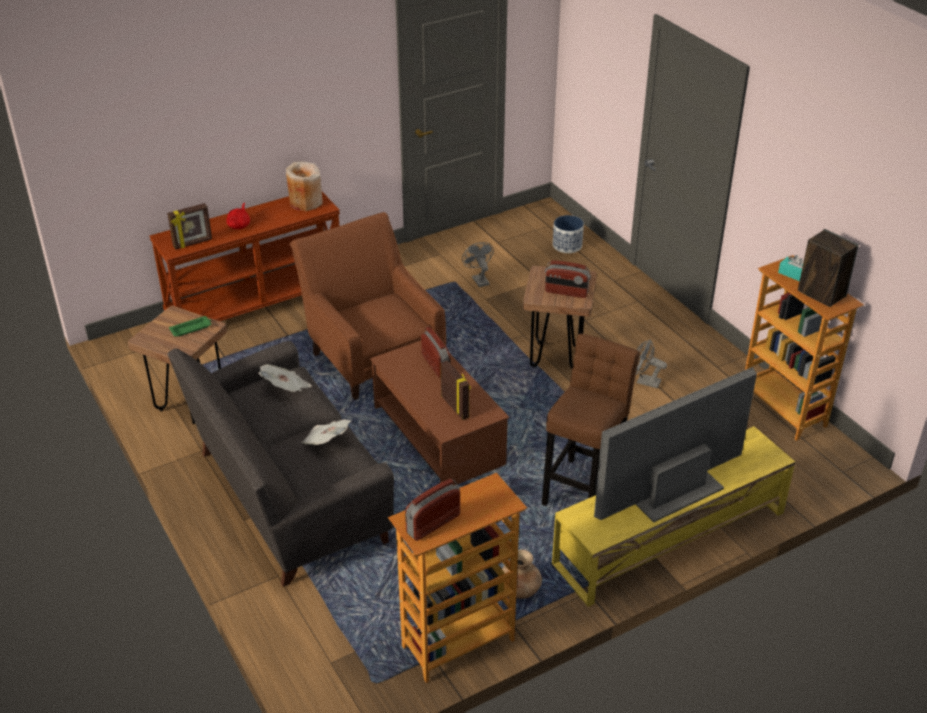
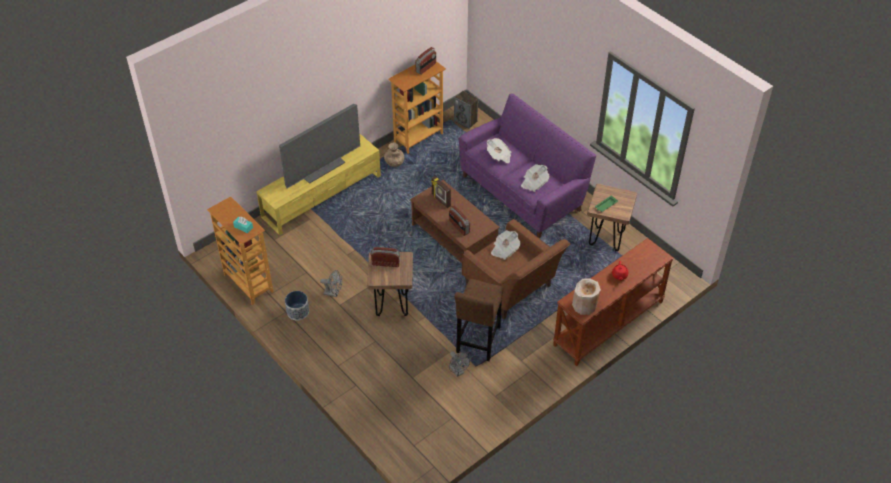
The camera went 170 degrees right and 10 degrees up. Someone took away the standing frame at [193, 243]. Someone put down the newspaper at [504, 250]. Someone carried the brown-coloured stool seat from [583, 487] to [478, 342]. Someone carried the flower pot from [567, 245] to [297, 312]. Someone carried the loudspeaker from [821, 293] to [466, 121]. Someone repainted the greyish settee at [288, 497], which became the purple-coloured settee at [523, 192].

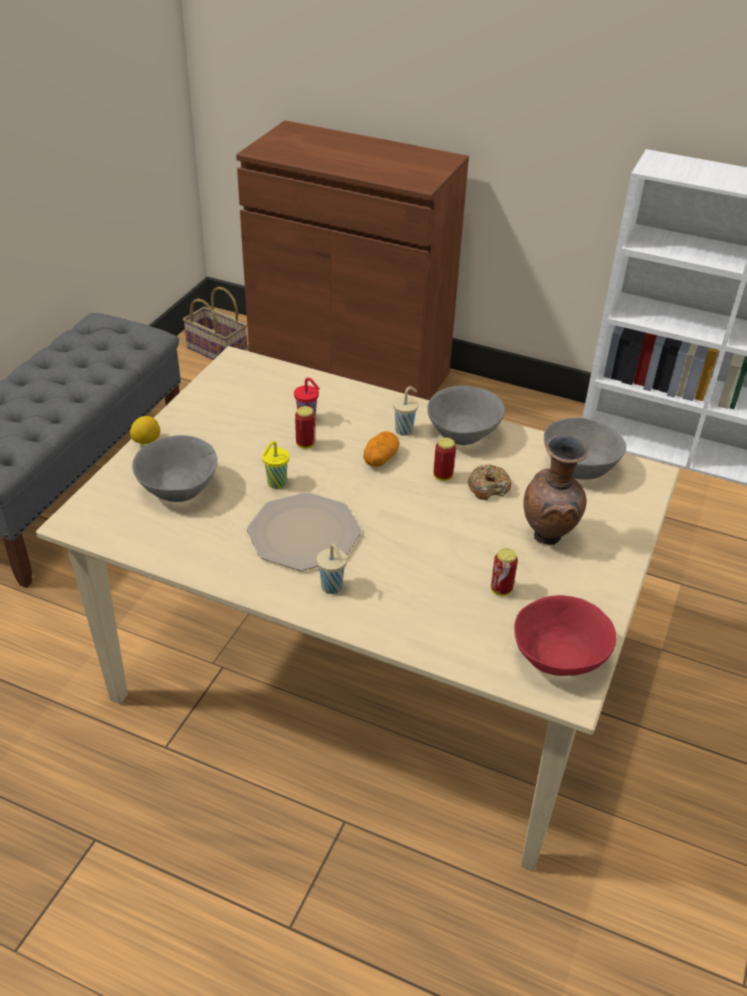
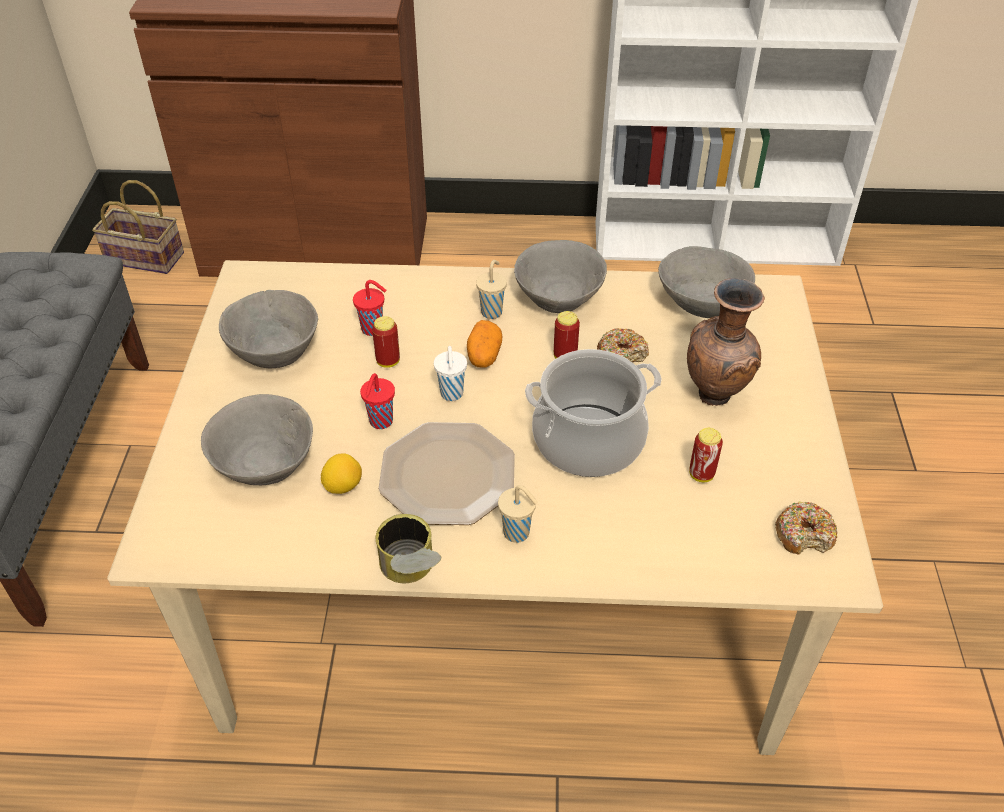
The camera went 20 degrees left and 5 degrees up. Someone put down the greyish serving bowl at [276, 352]. Someone put down the can at [410, 574]. Someone put down the white-coloured drinking cup at [451, 394]. Someone put down the cooking pot at [588, 440]. Someone carried the lemon from [146, 441] to [343, 486]. Someone swapped the red-coloured serving bowl at [559, 657] for the doughnut at [804, 535]. Someone repainted the yellow-coloured drinking cup at [276, 484], which became the red-coloured drinking cup at [380, 422].

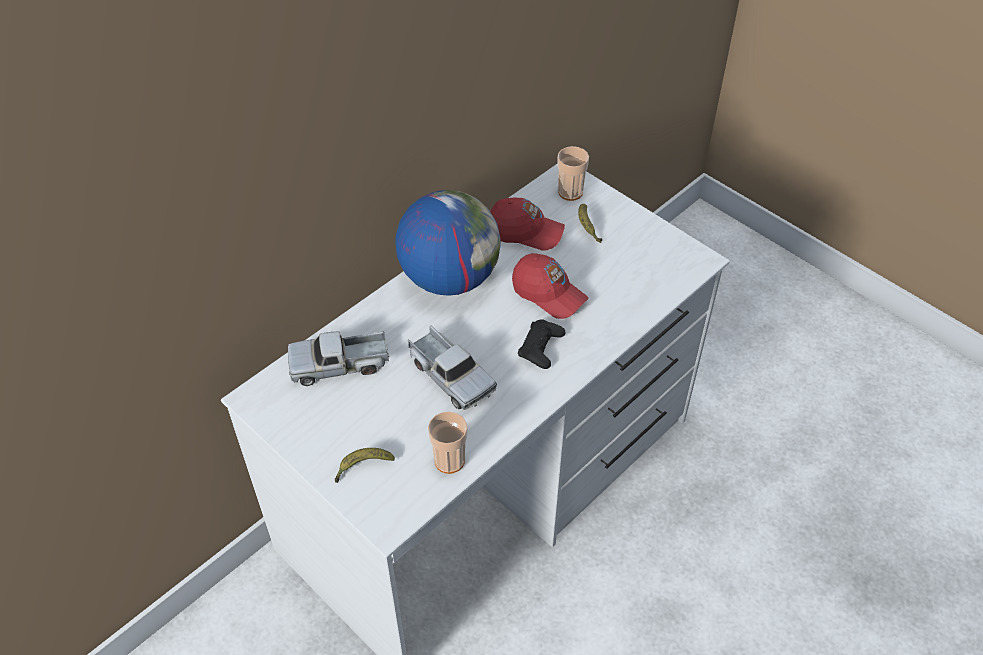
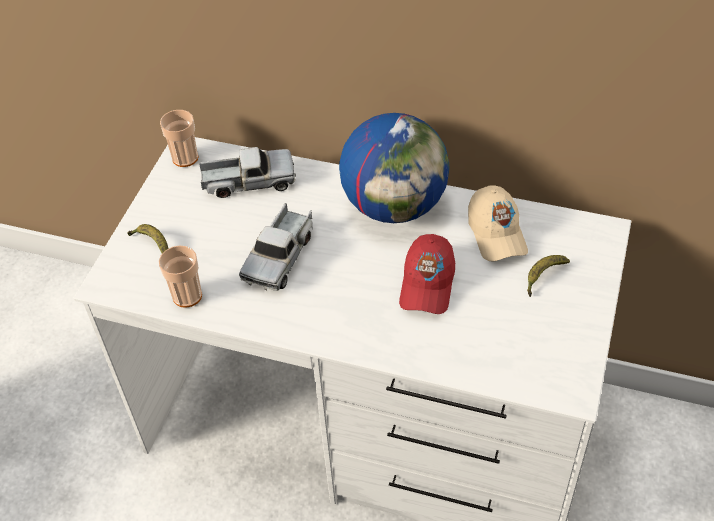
The camera went 65 degrees right and 0 degrees up. Someone took away the black game controller at [541, 347]. Someone carried the drinking cup from [570, 192] to [185, 158]. Someone repainted the red-coloured peaked cap at [525, 232], which became the beige-coloured peaked cap at [496, 233]. Someone rotated the toy lorry at [339, 364] by 120 degrees clockwise.

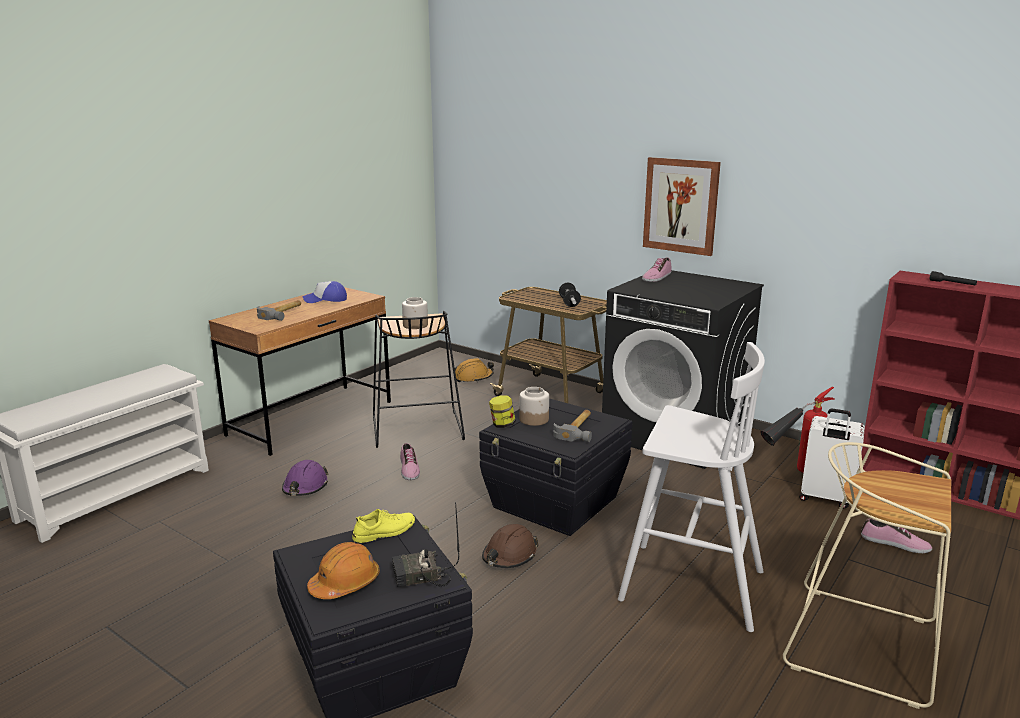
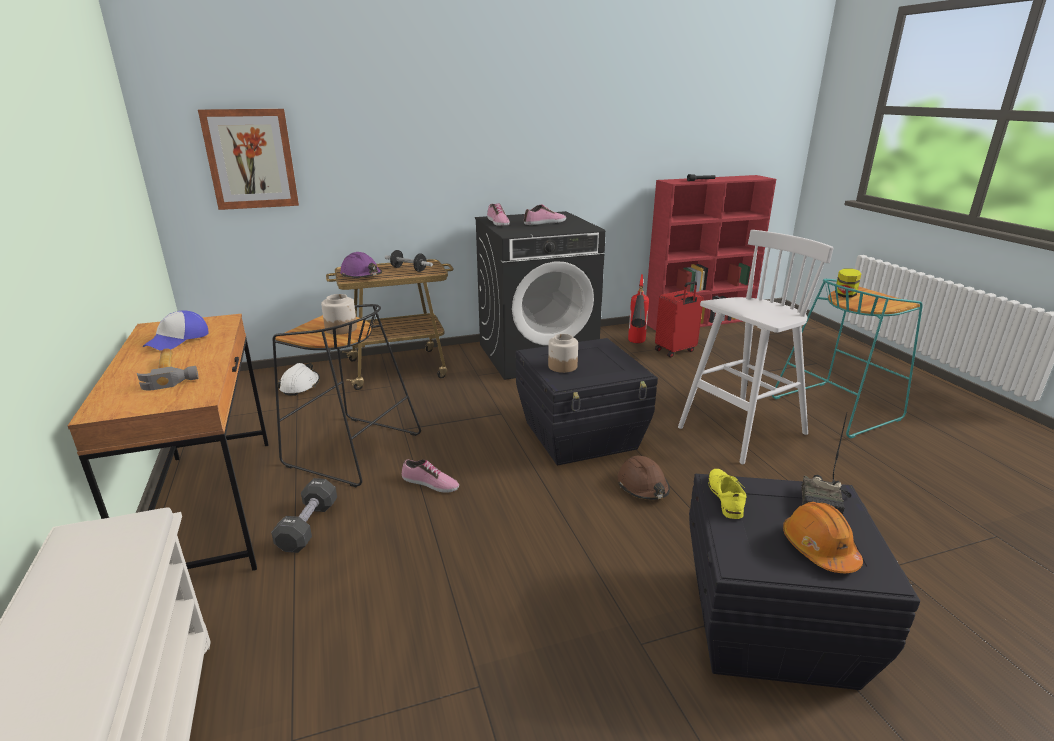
The camera went 55 degrees left and 5 degrees up. Someone took away the hammer at [579, 429]. Someone put down the black dumbbell at [308, 526]. Someone carried the purple-coloured work helmet from [305, 487] to [361, 275]. Someone carried the jar from [502, 425] to [845, 295]. Someone carried the picture from [681, 205] to [251, 159]. Someone carried the low shoe from [895, 544] to [545, 222]. Someone repainted the orangey work helmet at [473, 377], which became the white-coloured work helmet at [300, 386]. Someone repainted the beige-coloured stool seat at [864, 644], which became the turquoise-coloured stool seat at [836, 408]. Someone repainted the white-coloured suitcase at [825, 499], which became the red-coloured suitcase at [675, 351].

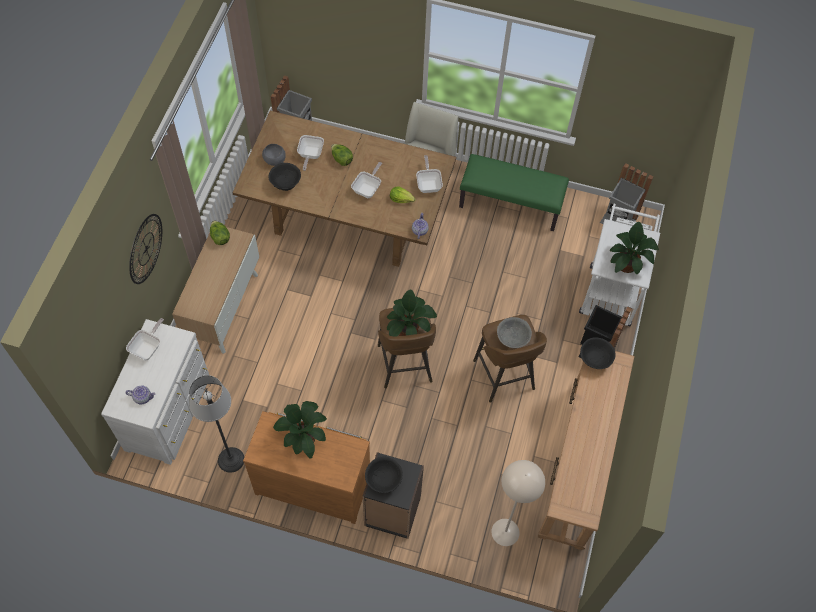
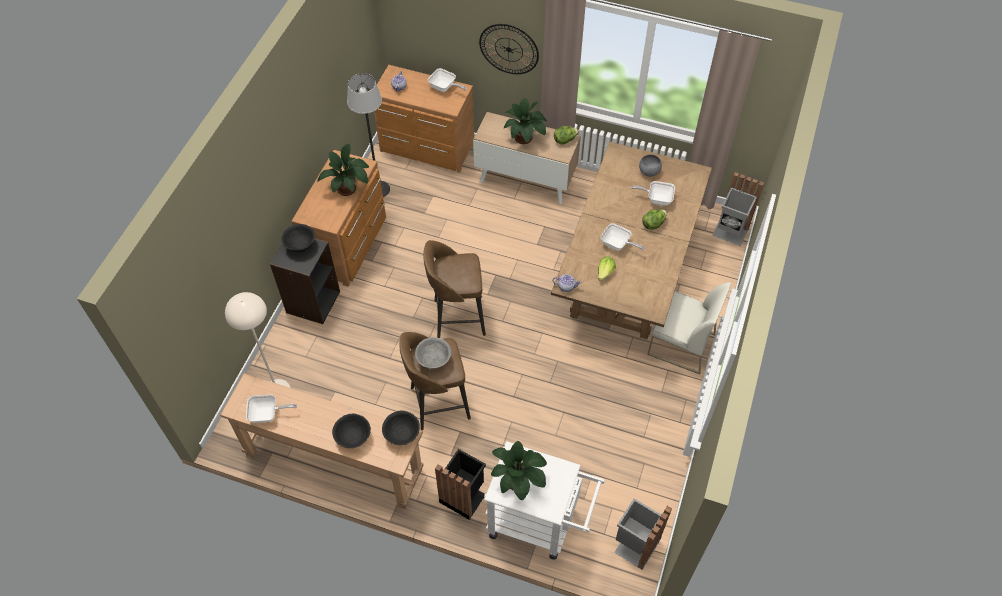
The camera went 95 degrees right and 5 degrees down. Someone took away the green indoor bench at [511, 204]. Someone carried the black serving bowl from [285, 184] to [353, 437]. Someone carried the plant in a pot from [409, 329] to [524, 138]. Someone carried the skillet from [428, 184] to [267, 414]. Someone repainted the white-coloured chest of drawers at [170, 412], which became the brown-coloured chest of drawers at [427, 149].

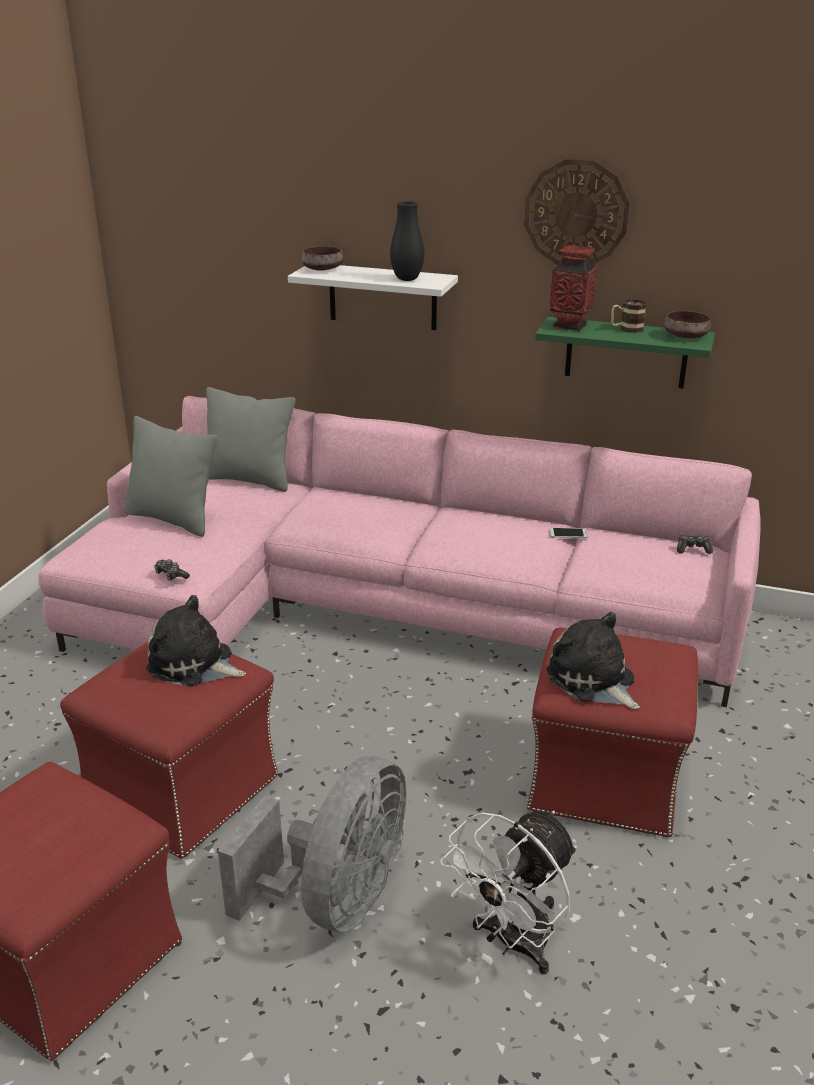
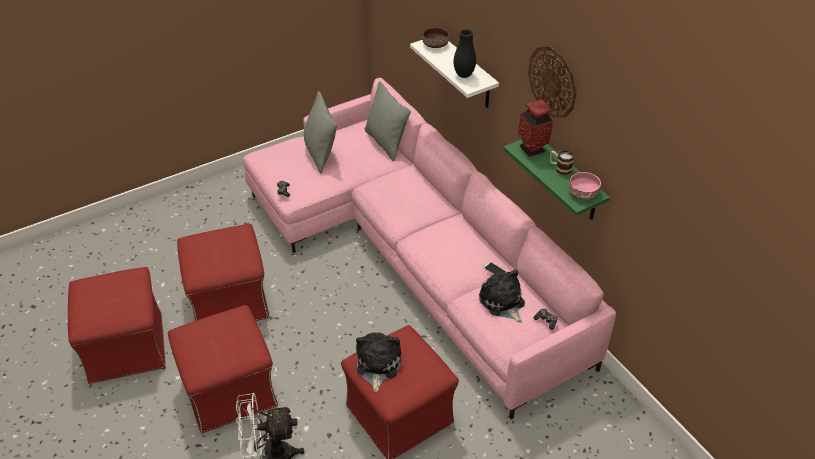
The camera went 40 degrees right and 15 degrees up. Someone carried the soft toy from [194, 665] to [502, 302]. Someone swapped the greyish cooling fan at [336, 900] for the red-coloured pouffe at [230, 390]. Someone repainted the brown-coloured serving bowl at [686, 336], which became the pink-coloured serving bowl at [584, 192].

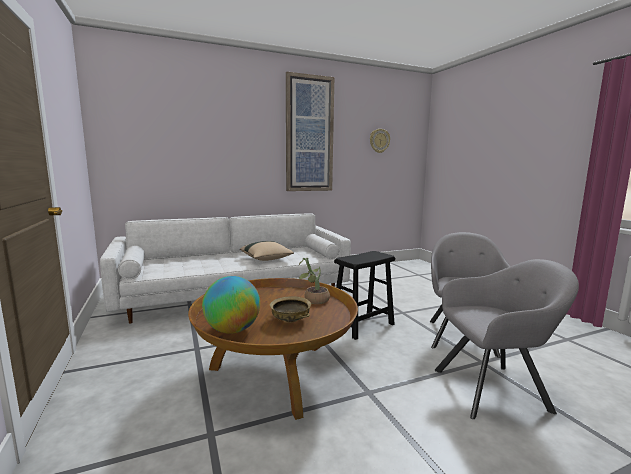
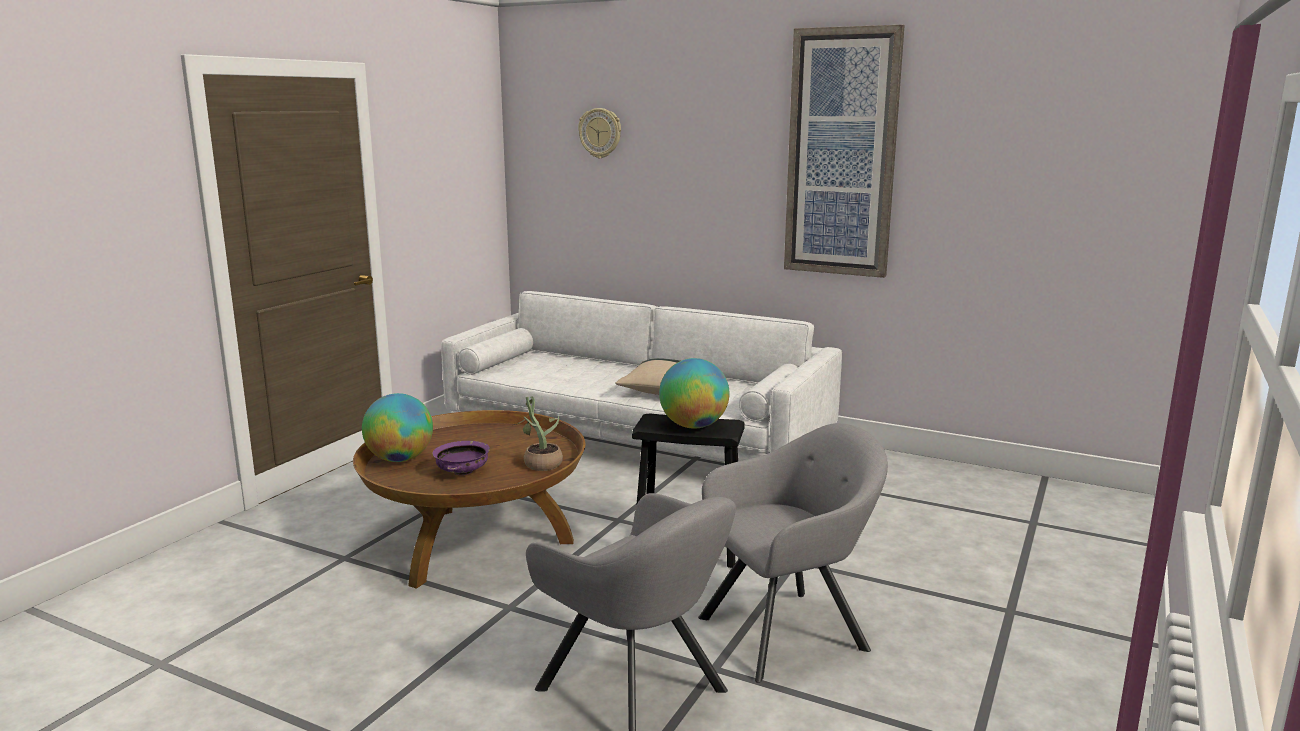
The camera went 50 degrees right and 5 degrees up. Someone put down the desk globe at [693, 426]. Someone carried the wall clock from [379, 141] to [600, 133]. Someone repainted the beige-coloured serving bowl at [290, 320], which became the purple-coloured serving bowl at [462, 472].

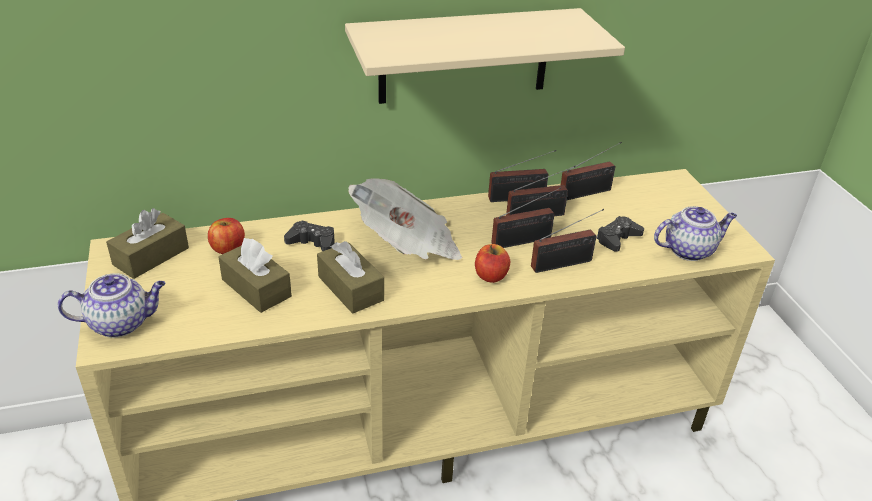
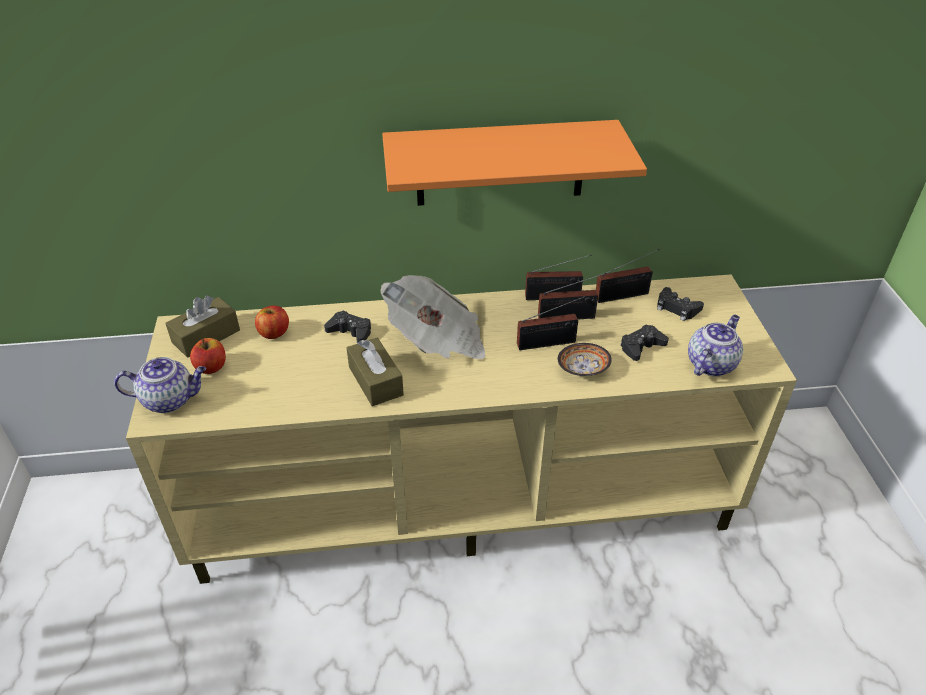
The camera went 10 degrees right and 5 degrees up. Someone took away the brown-coloured box of tissues at [256, 288]. Someone put down the black game controller at [677, 308]. Someone carried the apple from [491, 276] to [211, 367]. Someone swapped the radio receiver at [565, 263] for the serving bowl at [582, 370]. Someone repainted the beige-coloured wall shelf at [464, 56], which became the orangey wall shelf at [500, 163]. Someone rotated the teapot at [689, 250] by 45 degrees counterclockwise.

